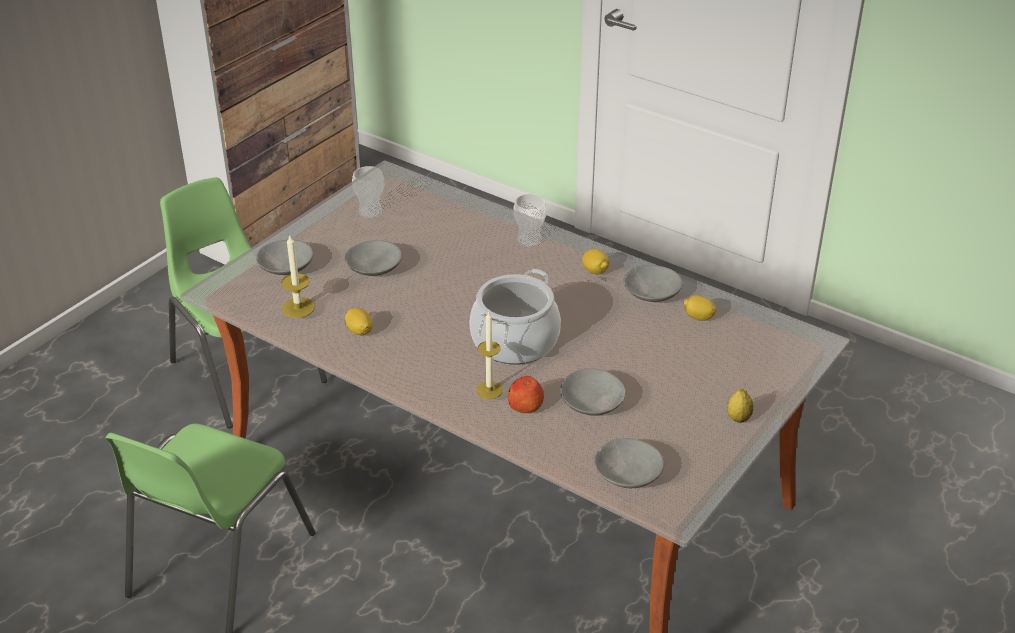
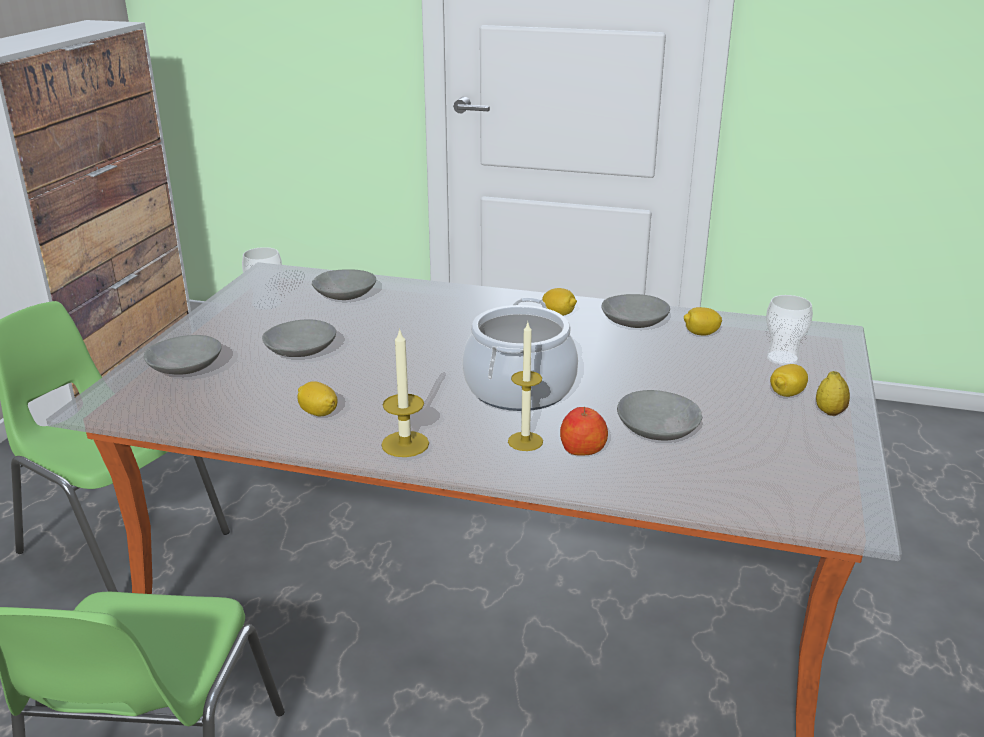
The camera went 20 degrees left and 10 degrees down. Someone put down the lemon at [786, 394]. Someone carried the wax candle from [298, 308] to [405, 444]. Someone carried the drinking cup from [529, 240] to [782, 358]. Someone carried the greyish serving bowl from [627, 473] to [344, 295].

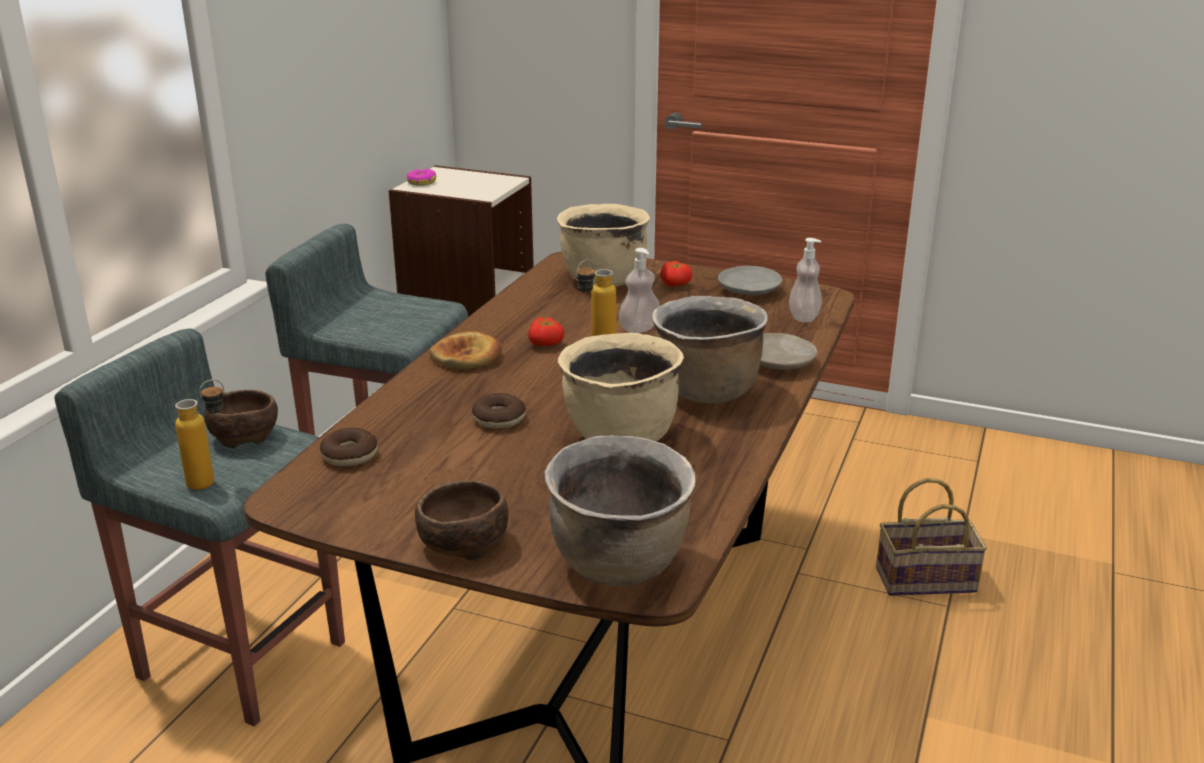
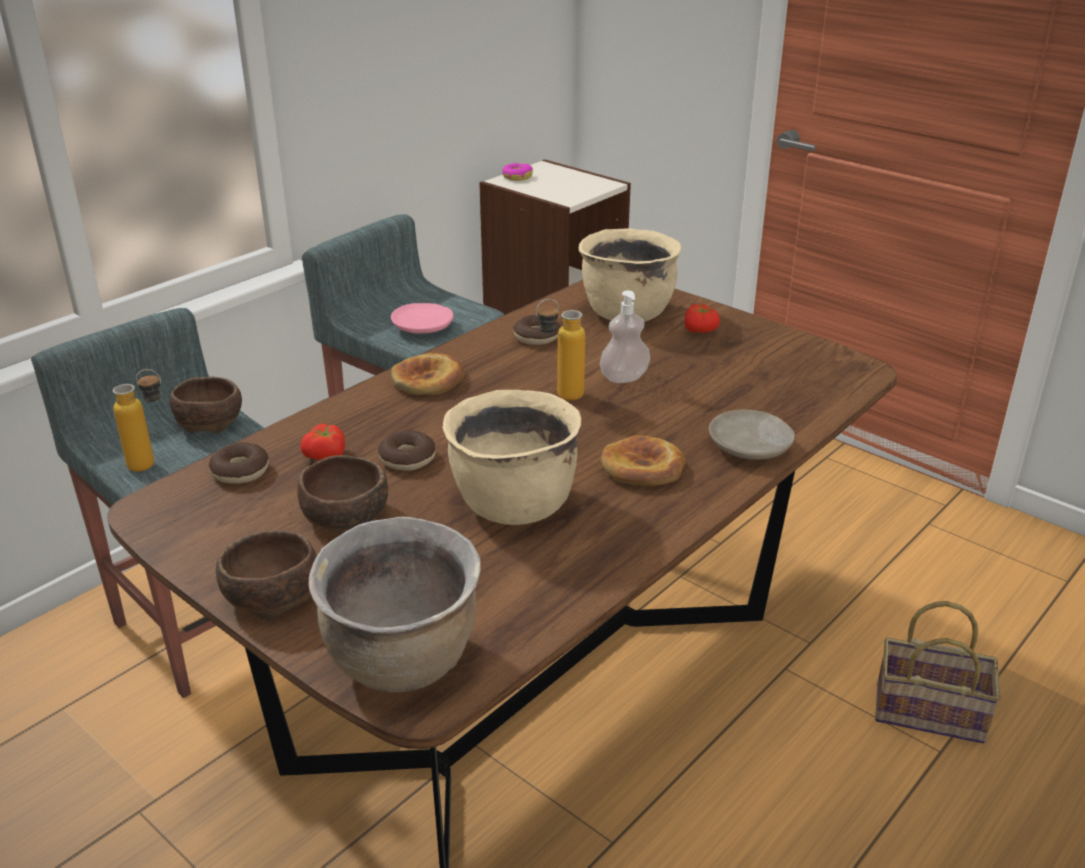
The camera went 20 degrees right and 5 degrees up. Someone took away the greyish flat dish at [748, 290]. Someone took away the soap dispenser at [804, 317]. Someone put down the brown-coloured serving bowl at [348, 516]. Someone put down the pink-coloured flat dish at [423, 327]. Someone put down the doughnut at [537, 337]. Someone carried the fresh tomato from [547, 343] to [327, 456]. Someone swapped the brown-coloured cooking pot at [706, 391] for the bread at [643, 467].

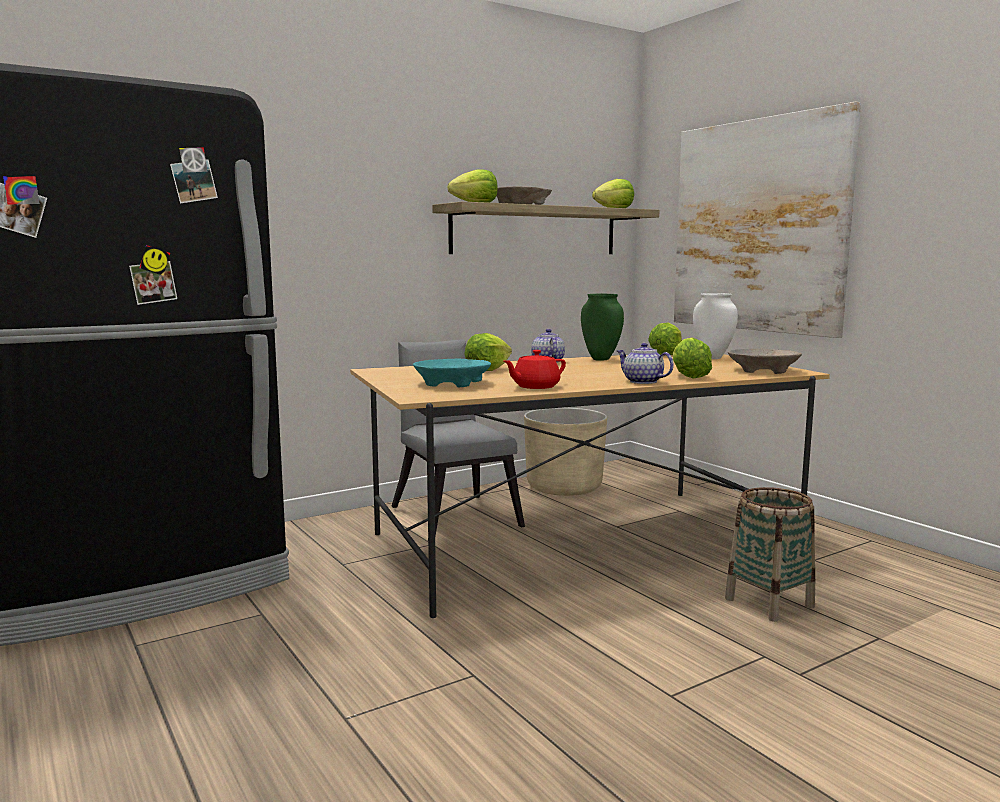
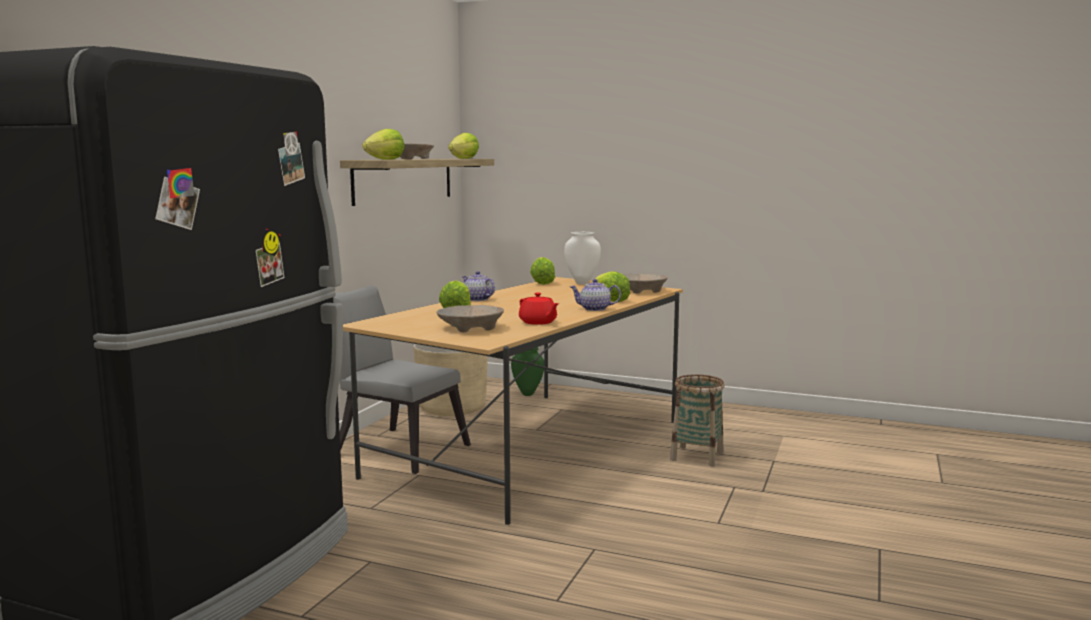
The camera went 35 degrees left and 0 degrees up. Someone took away the picture at [758, 226]. Someone carried the green vase from [601, 359] to [528, 394]. Someone repainted the turquoise-coloured serving bowl at [451, 383], which became the beige-coloured serving bowl at [470, 328]. Someone rotated the red-coloured teapot at [535, 387] by 60 degrees counterclockwise.

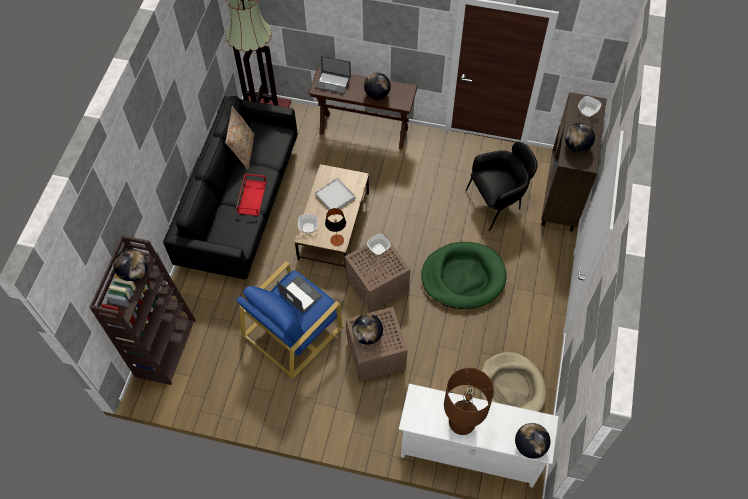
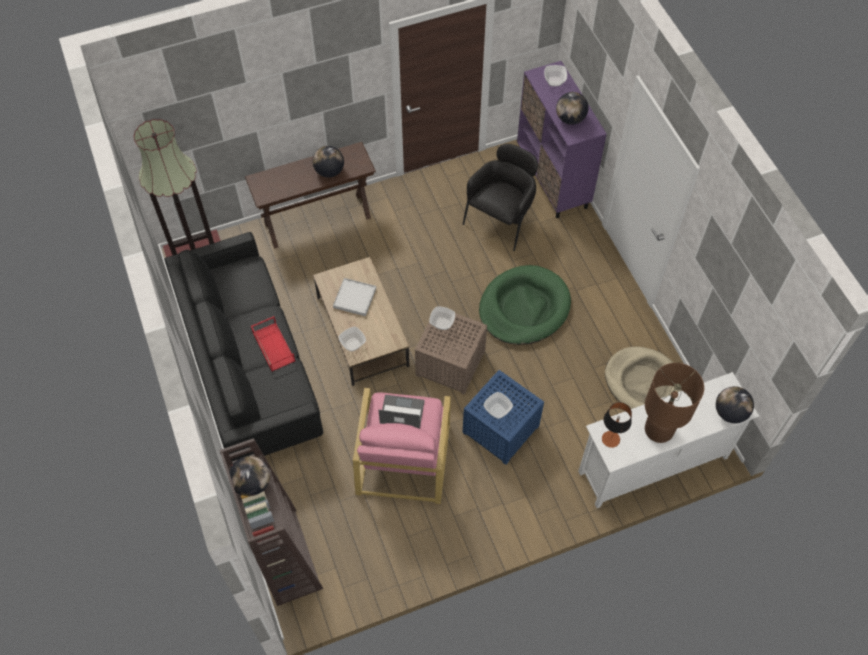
The camera went 35 degrees left and 0 degrees up. Someone took away the beige-coloured cushion at [243, 151]. Someone took away the notebook computer at [333, 82]. Someone carried the tabletop lamp from [337, 240] to [611, 439]. Someone swapped the desk globe at [367, 335] for the serving bowl at [497, 411]. Someone repainted the blue-coloured easy chair at [292, 331], which became the pink-coloured easy chair at [403, 457]. Someone repainted the brown-coloured end table at [376, 353], which became the blue-coloured end table at [500, 428]. Someone repainted the brown-coloured cupboard at [562, 194], which became the purple-coloured cupboard at [552, 179].

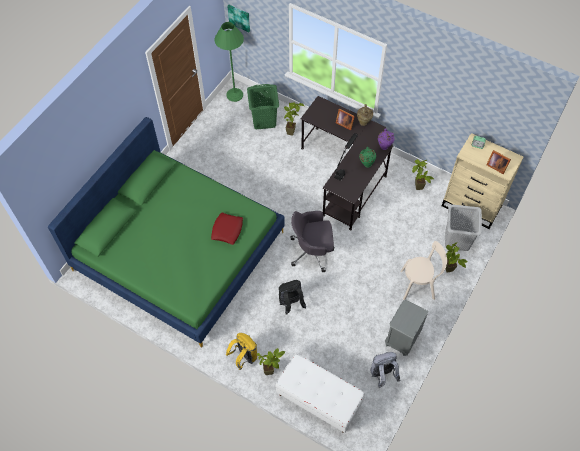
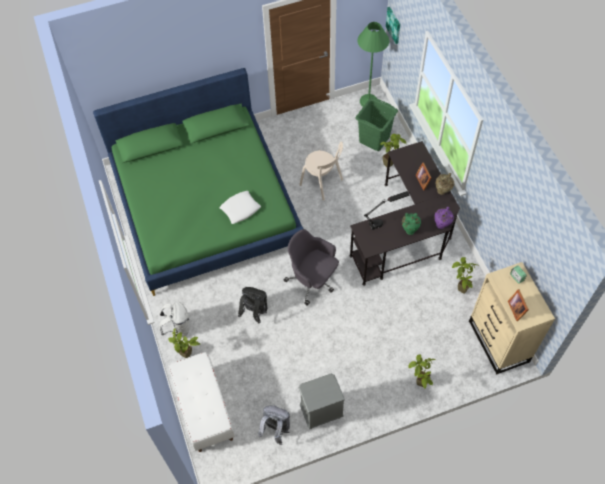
The camera went 40 degrees right and 0 degrees up. Someone took away the greyish hamper at [457, 239]. Someone carried the beige-coloured upright chair from [419, 284] to [322, 183]. Someone repainted the red-coloured cushion at [227, 230], which became the white-coloured cushion at [240, 209]. Someone repainted the yellow-coloured knapsack at [244, 357], which became the white-coloured knapsack at [178, 328].

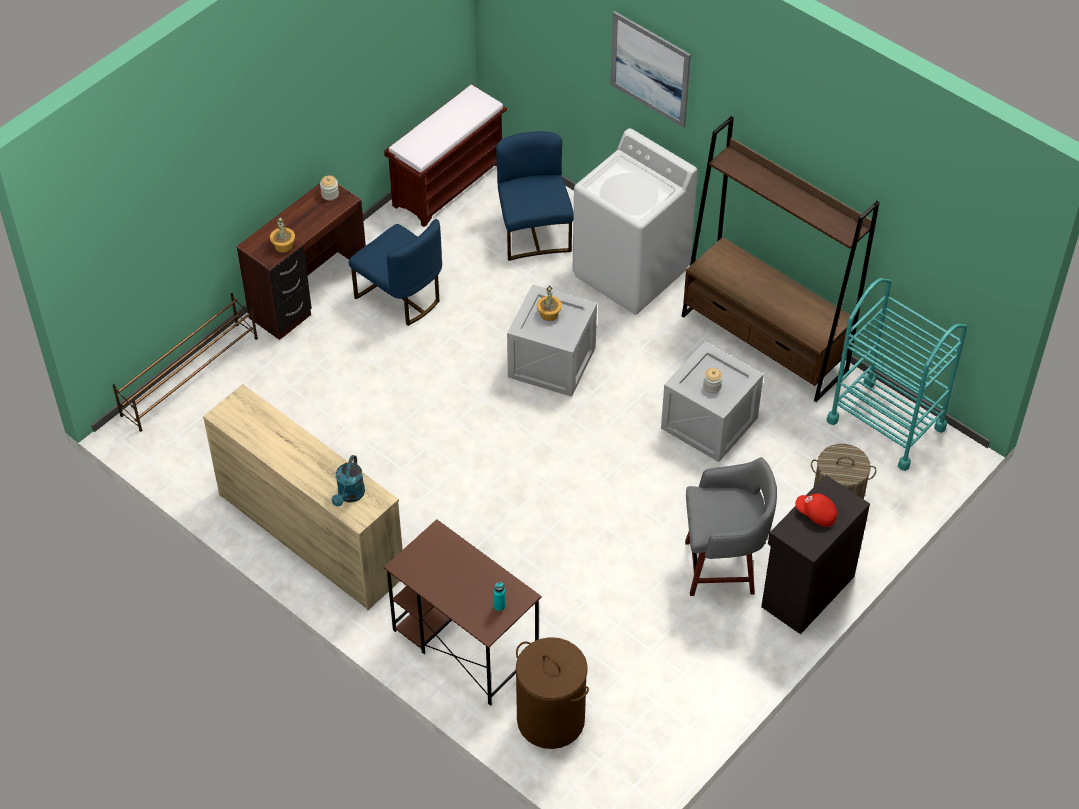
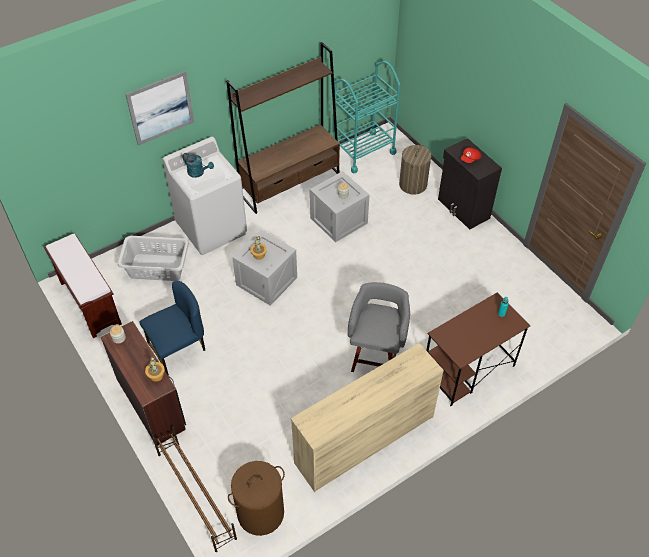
The camera went 75 degrees left and 0 degrees up. Someone carried the turquoise-coloured sprinkling can from [349, 495] to [198, 173]. Someone carried the brown-coloured hamper from [551, 719] to [260, 512]. Someone carried the greyish stool seat from [723, 567] to [376, 357]. Someone swapped the blue-coloured upright chair at [534, 233] for the greyish hamper at [156, 267].

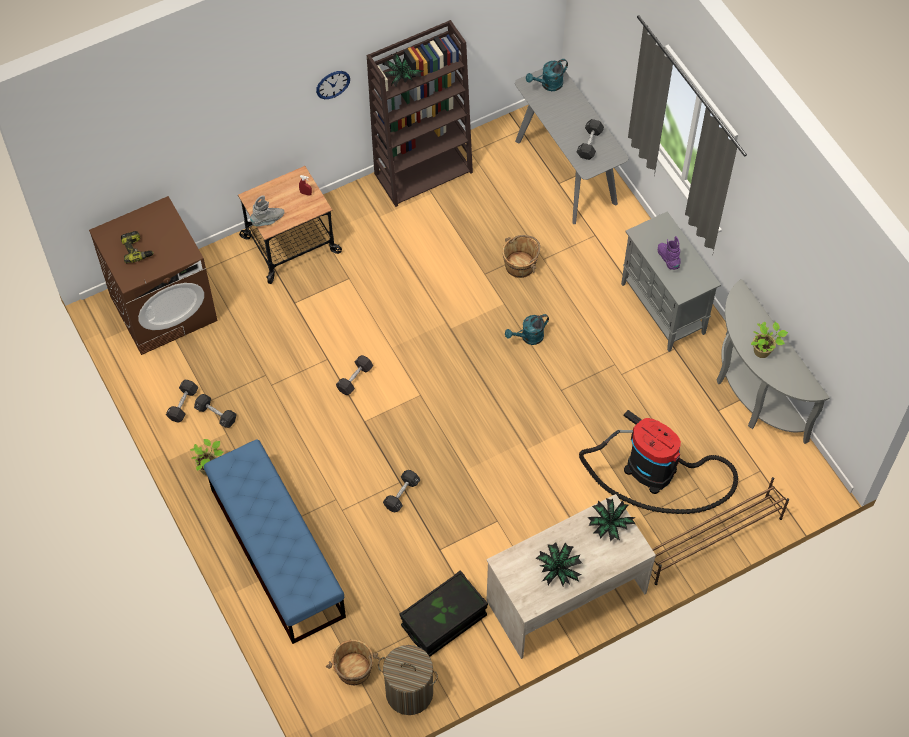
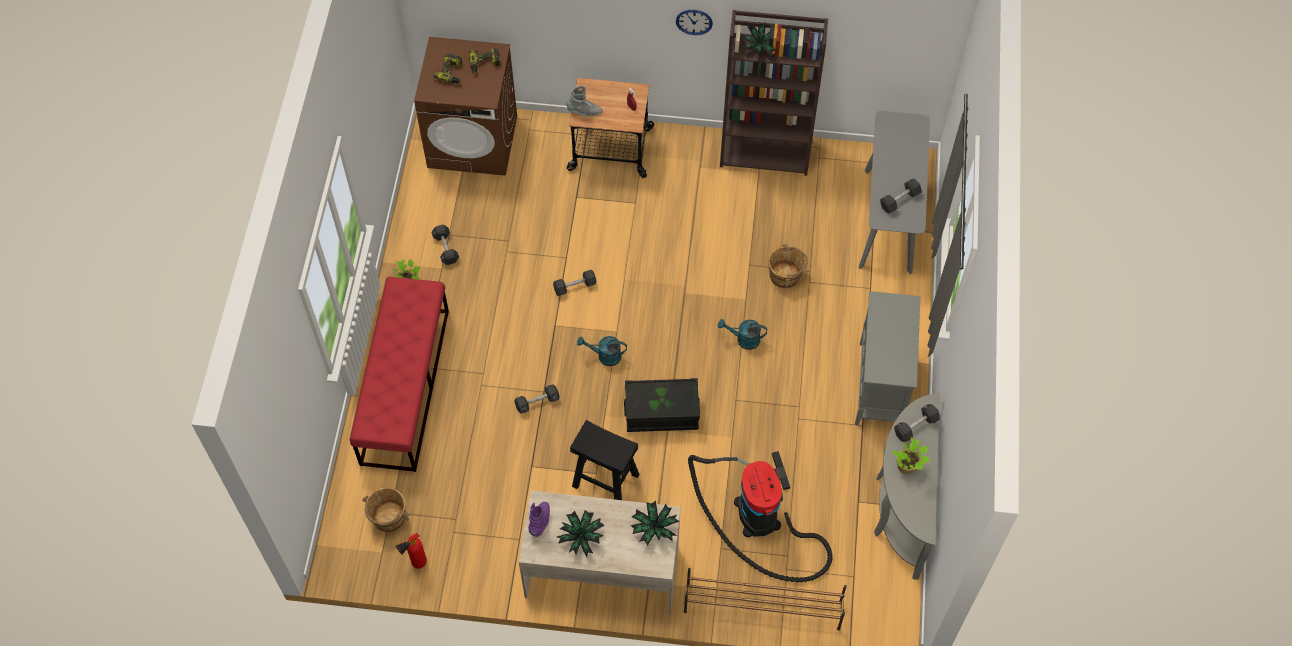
The camera went 35 degrees right and 0 degrees up. Someone put down the drill at [484, 64]. Someone put down the black stool seat at [606, 480]. Someone carried the black dumbbell from [183, 404] to [915, 426]. Someone carried the black storage box from [444, 621] to [661, 413]. Someone carried the turquoise-coloured sprinkling can from [548, 85] to [605, 356]. Someone carried the purple-coloured boot from [668, 259] to [540, 521]. Someone swapped the hamper at [409, 692] for the extinguisher at [416, 564]. Someone repainted the blue-coloured indoor bench at [277, 552], which became the red-coloured indoor bench at [405, 385].

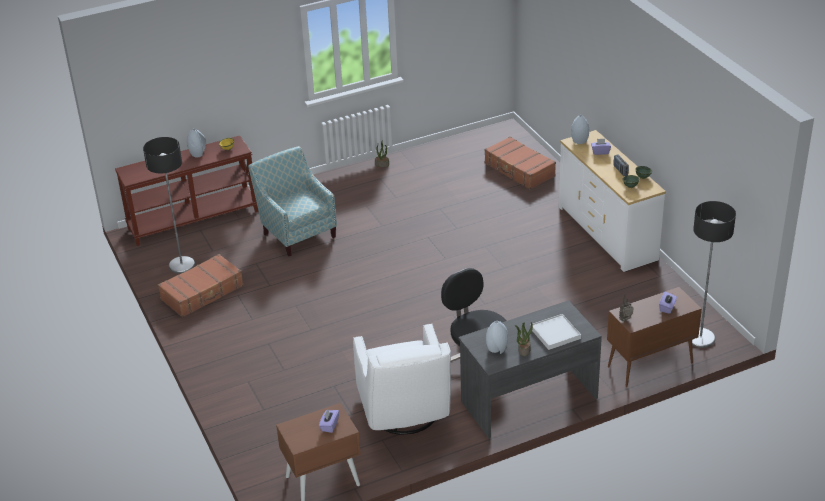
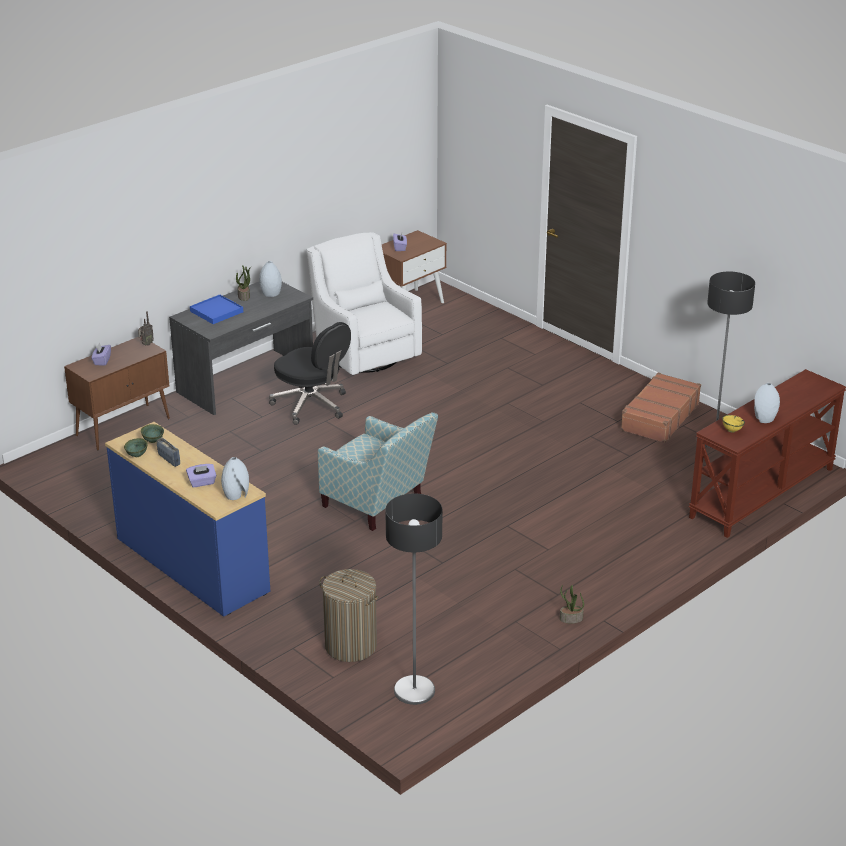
The camera went 160 degrees right and 5 degrees down. Someone carried the easy chair from [296, 232] to [379, 505]. Someone carried the floor lamp from [700, 338] to [414, 690]. Someone swapped the brown-coloured suitcase at [519, 170] for the hamper at [350, 646]. Someone repainted the white-coloured carrying tray at [555, 333], which became the blue-coloured carrying tray at [216, 311]. Someone repainted the white-coloured chest of drawers at [607, 233], which became the blue-coloured chest of drawers at [191, 565].

